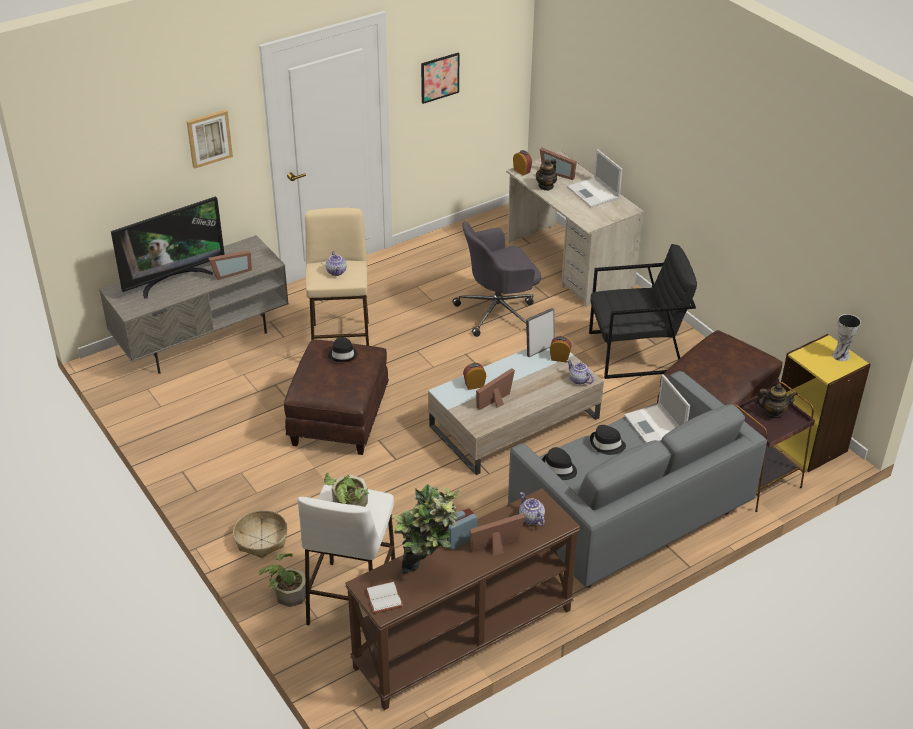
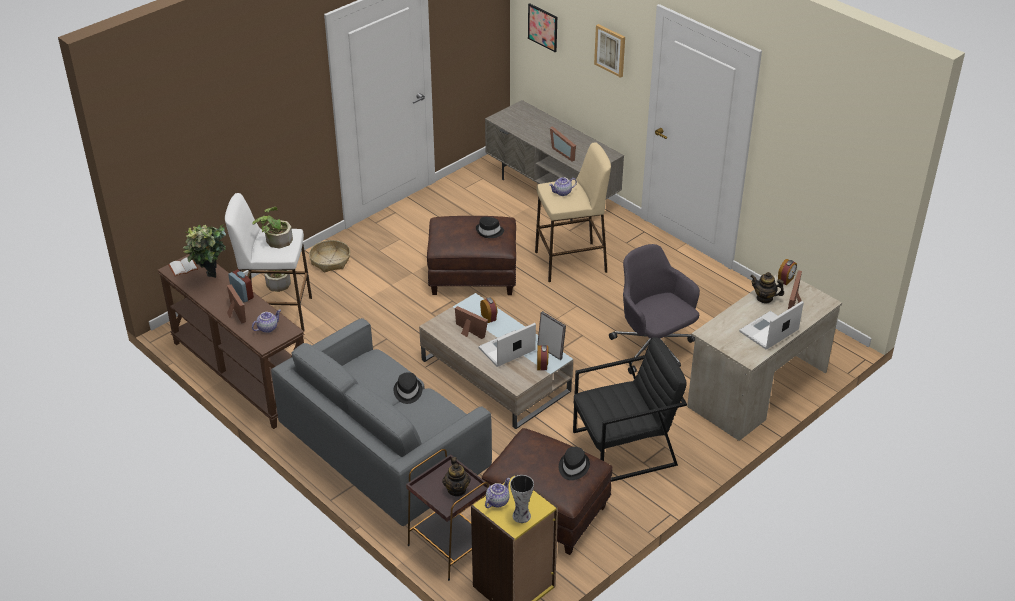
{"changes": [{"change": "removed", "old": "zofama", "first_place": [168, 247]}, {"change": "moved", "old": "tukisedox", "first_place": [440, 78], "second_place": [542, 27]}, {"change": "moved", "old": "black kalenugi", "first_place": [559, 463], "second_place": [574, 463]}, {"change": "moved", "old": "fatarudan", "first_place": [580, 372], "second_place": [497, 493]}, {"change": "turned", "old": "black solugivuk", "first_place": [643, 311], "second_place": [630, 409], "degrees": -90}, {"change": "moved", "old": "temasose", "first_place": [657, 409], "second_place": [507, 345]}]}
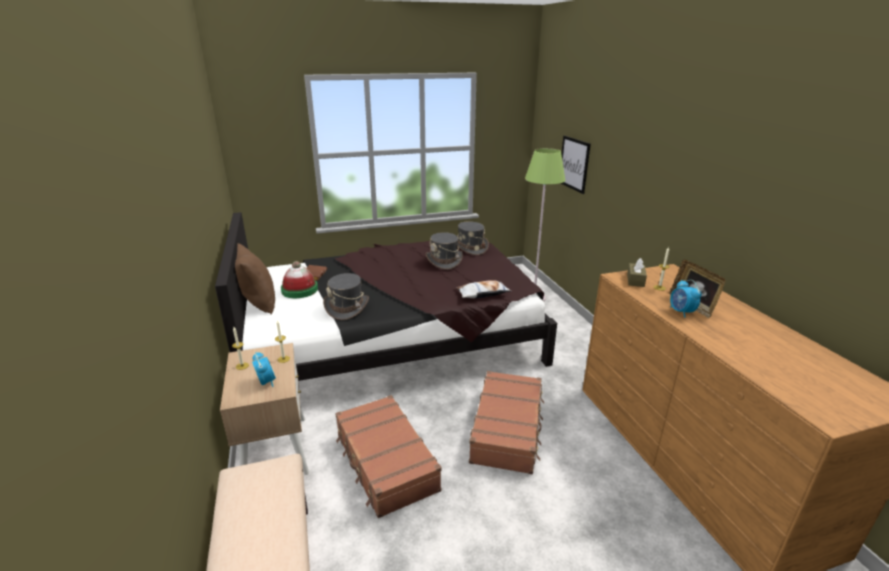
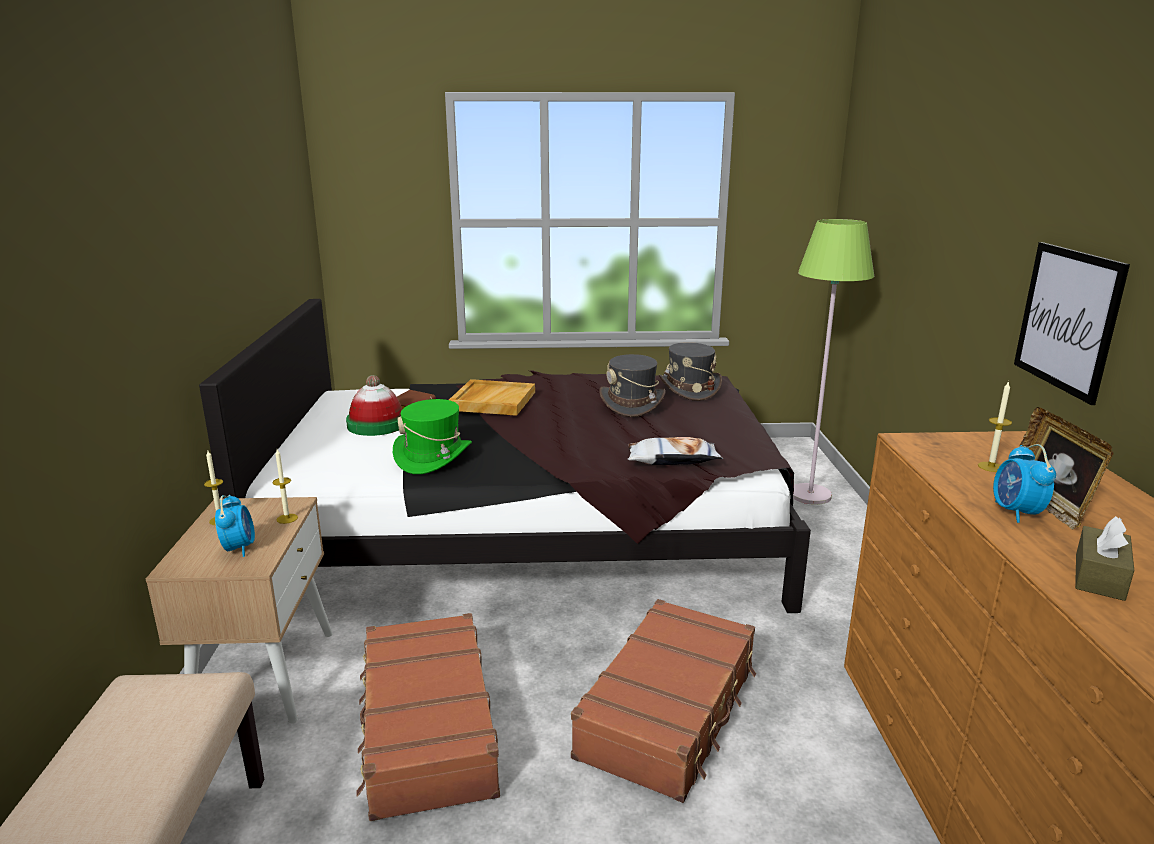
{"changes": [{"change": "removed", "old": "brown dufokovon", "first_place": [255, 278]}, {"change": "recoloured", "old": "grey kalenugi", "new": "green kalenugi", "first_place": [346, 296], "second_place": [432, 436]}, {"change": "moved", "old": "tukisedox", "first_place": [576, 165], "second_place": [1072, 323]}, {"change": "moved", "old": "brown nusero", "first_place": [637, 272], "second_place": [1104, 558]}, {"change": "added", "new": "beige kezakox", "second_place": [492, 397]}]}
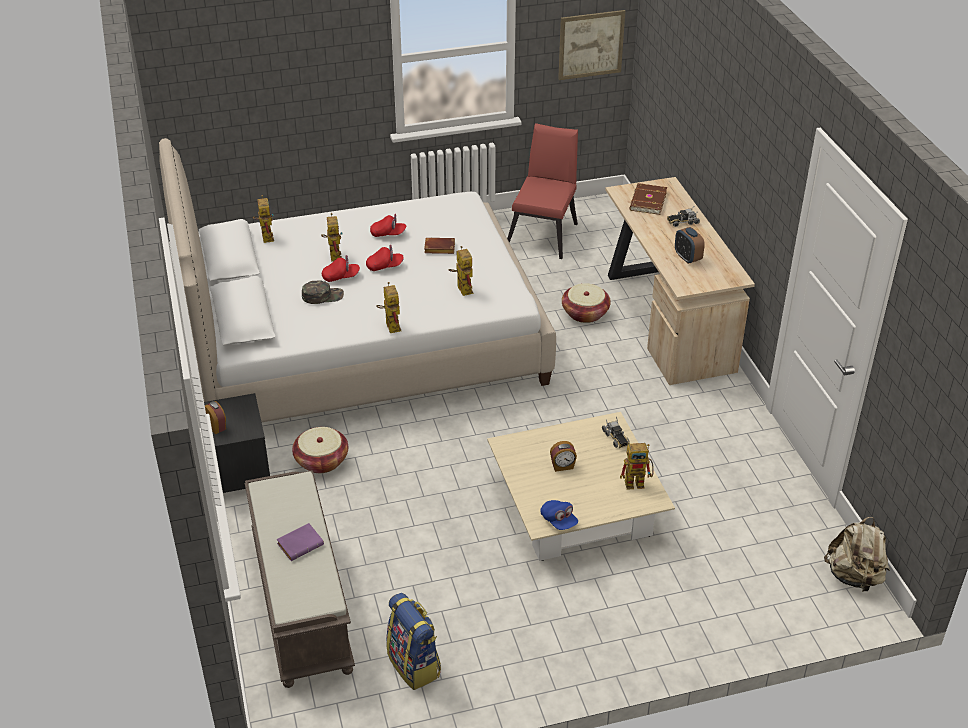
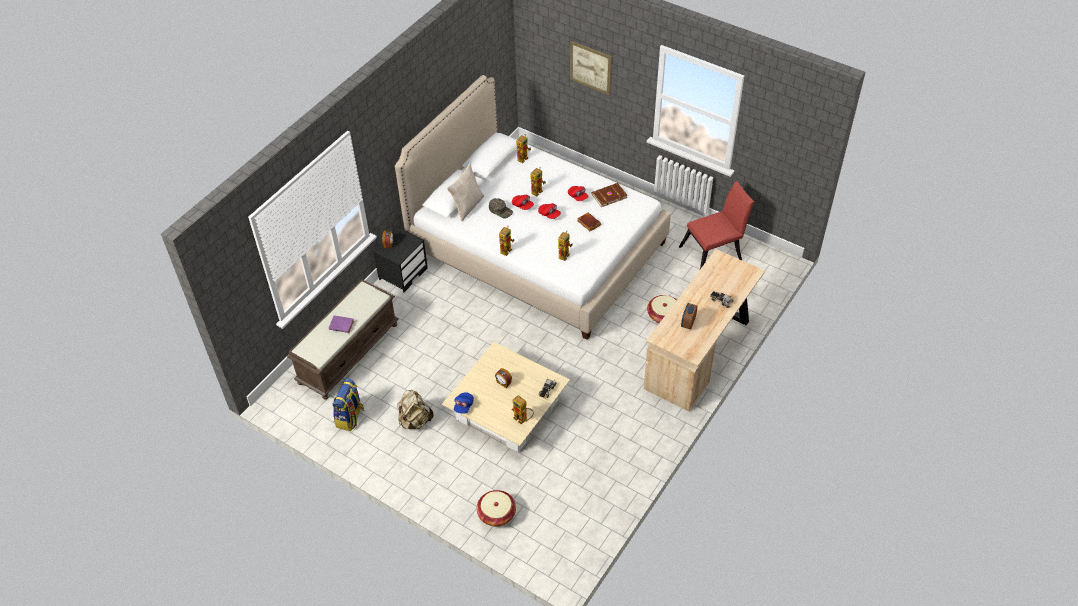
{"changes": [{"change": "moved", "old": "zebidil", "first_place": [320, 450], "second_place": [496, 508]}, {"change": "moved", "old": "tukisedox", "first_place": [591, 45], "second_place": [591, 68]}, {"change": "moved", "old": "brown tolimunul", "first_place": [648, 199], "second_place": [609, 195]}, {"change": "moved", "old": "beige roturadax", "first_place": [857, 554], "second_place": [415, 409]}, {"change": "added", "new": "beige dufokovon", "second_place": [465, 192]}]}
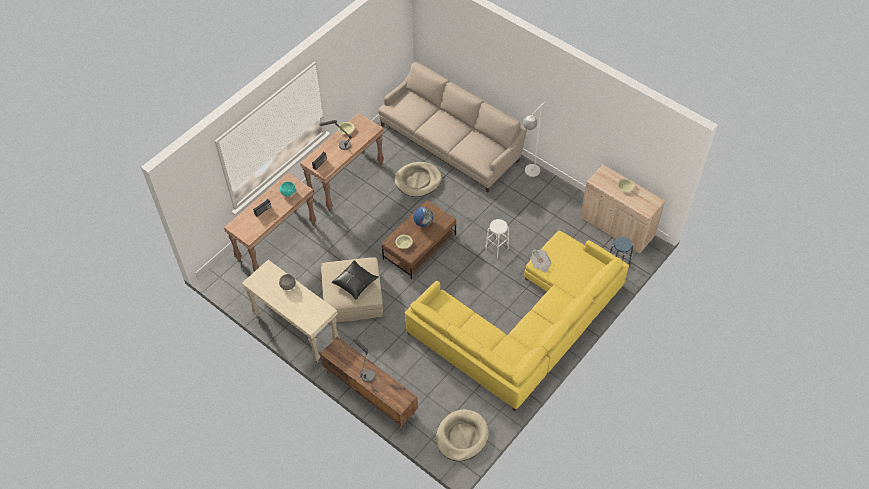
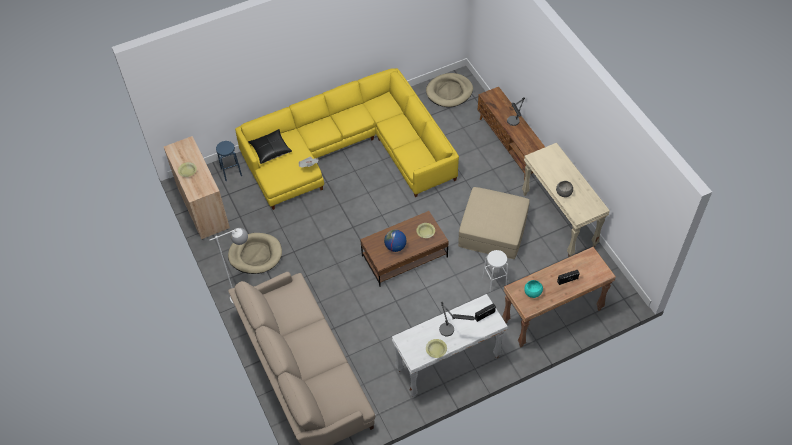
{"changes": [{"change": "recoloured", "old": "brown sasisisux", "new": "white sasisisux", "first_place": [342, 162], "second_place": [450, 346]}, {"change": "moved", "old": "black dufokovon", "first_place": [355, 280], "second_place": [270, 146]}, {"change": "moved", "old": "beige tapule", "first_place": [418, 179], "second_place": [255, 253]}, {"change": "moved", "old": "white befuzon", "first_place": [497, 238], "second_place": [495, 271]}]}
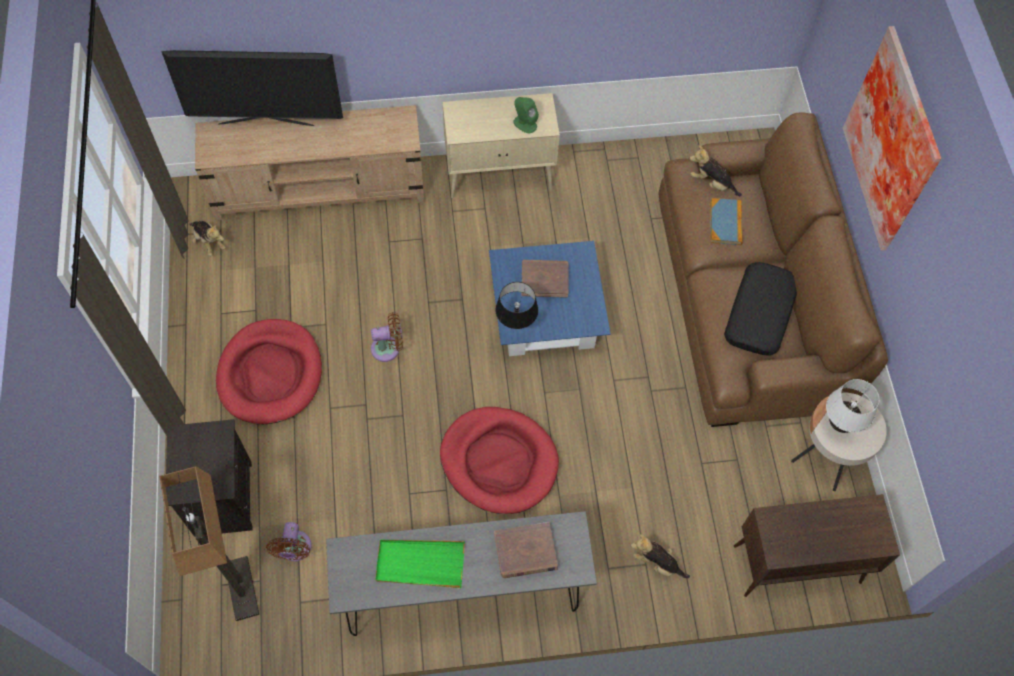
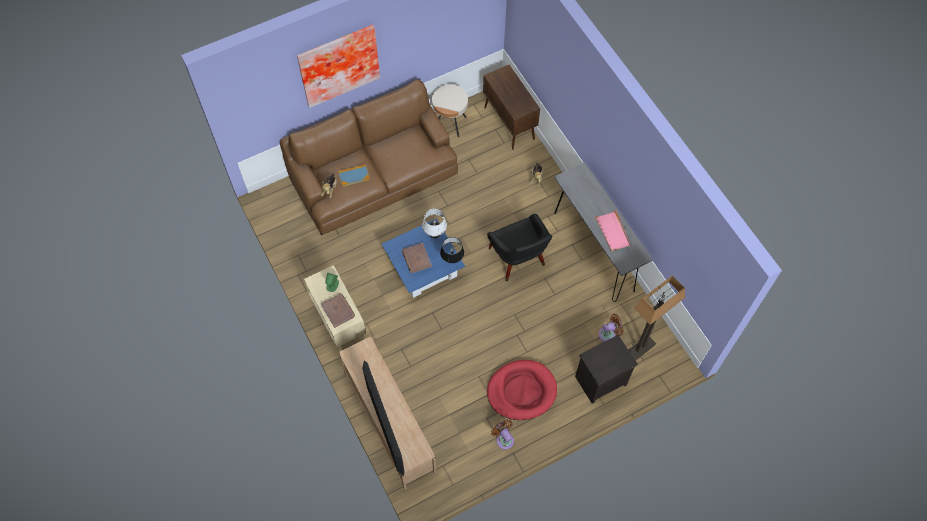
{"changes": [{"change": "removed", "old": "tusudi", "first_place": [207, 238]}, {"change": "moved", "old": "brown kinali", "first_place": [387, 337], "second_place": [502, 434]}, {"change": "recoloured", "old": "green kezakox", "new": "pink kezakox", "first_place": [420, 564], "second_place": [612, 231]}, {"change": "replaced", "old": "red tapule", "new": "black solugivuk", "first_place": [499, 460], "second_place": [519, 247]}, {"change": "moved", "old": "brown tolimunul", "first_place": [526, 550], "second_place": [338, 310]}, {"change": "removed", "old": "black dufokovon", "first_place": [760, 309]}, {"change": "moved", "old": "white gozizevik", "first_place": [852, 406], "second_place": [434, 223]}]}
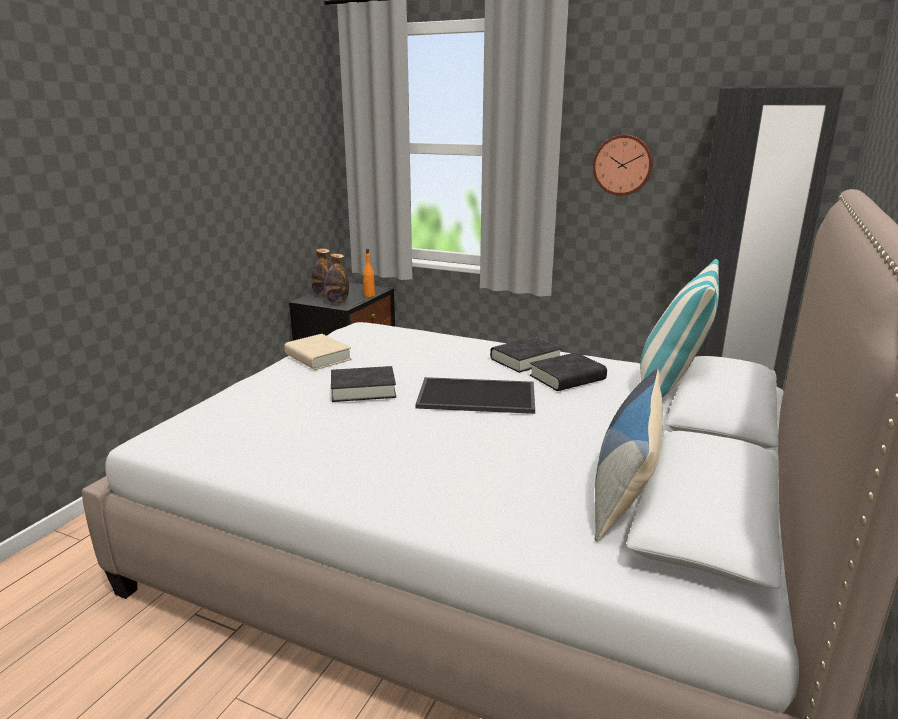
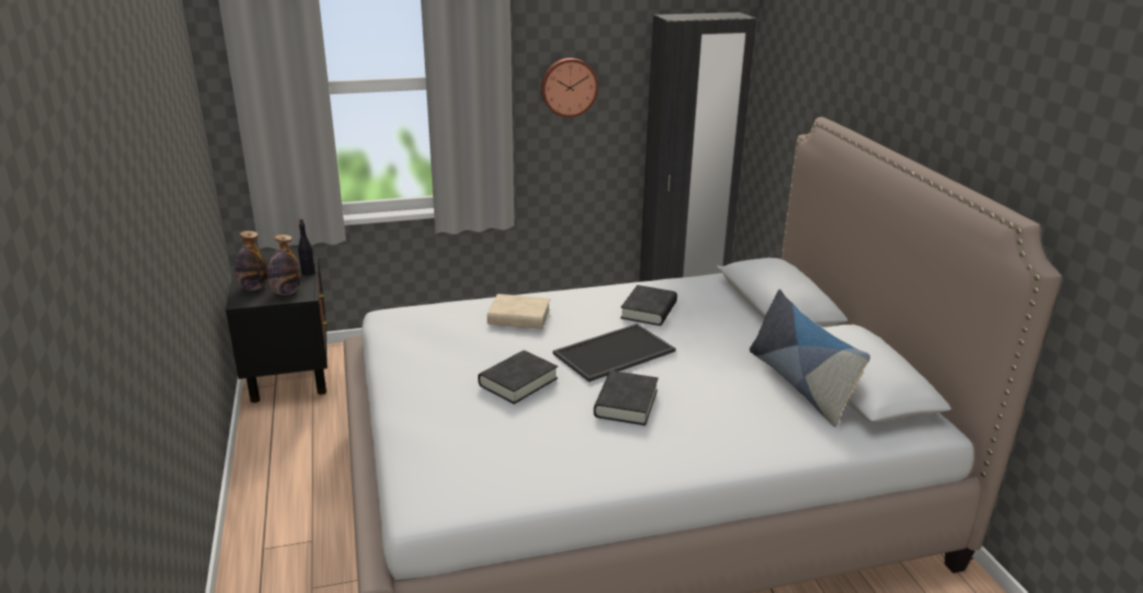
{"changes": [{"change": "moved", "old": "beige tolimunul", "first_place": [318, 352], "second_place": [518, 311]}, {"change": "recoloured", "old": "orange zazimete", "new": "black zazimete", "first_place": [369, 273], "second_place": [306, 247]}, {"change": "moved", "old": "black tolimunul", "first_place": [526, 355], "second_place": [626, 398]}, {"change": "removed", "old": "dufokovon", "first_place": [679, 328]}]}
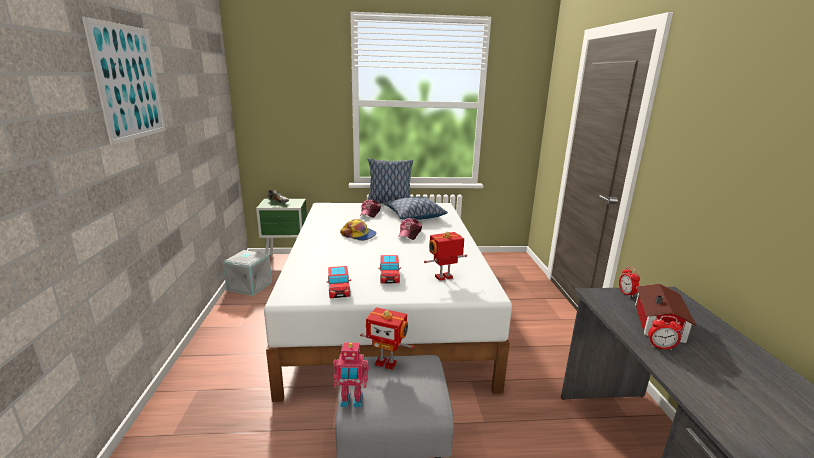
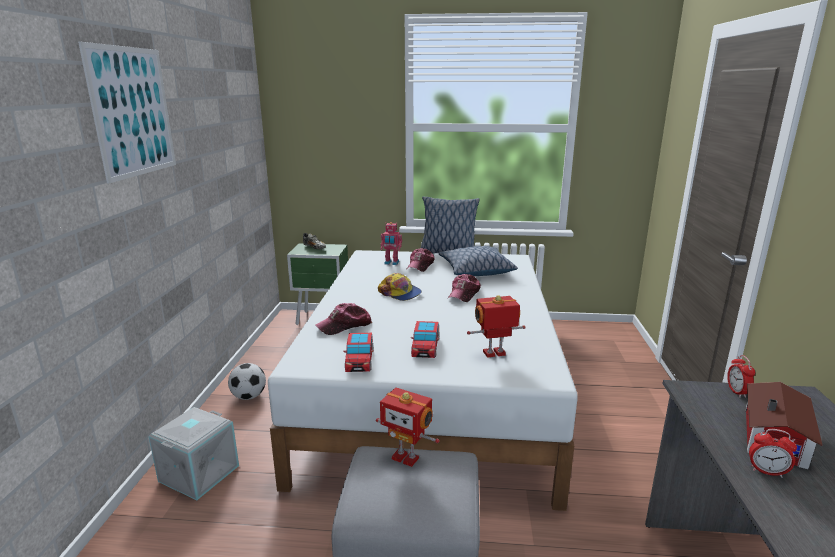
{"changes": [{"change": "moved", "old": "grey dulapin", "first_place": [247, 273], "second_place": [193, 453]}, {"change": "moved", "old": "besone", "first_place": [351, 374], "second_place": [391, 243]}, {"change": "added", "new": "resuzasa", "second_place": [247, 381]}, {"change": "added", "new": "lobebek", "second_place": [343, 319]}]}
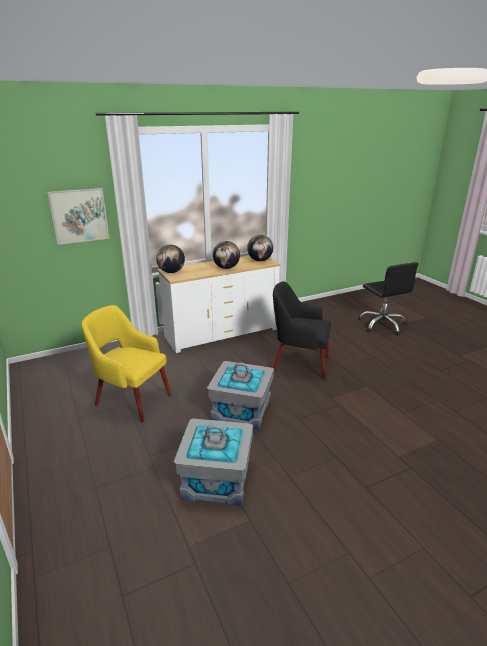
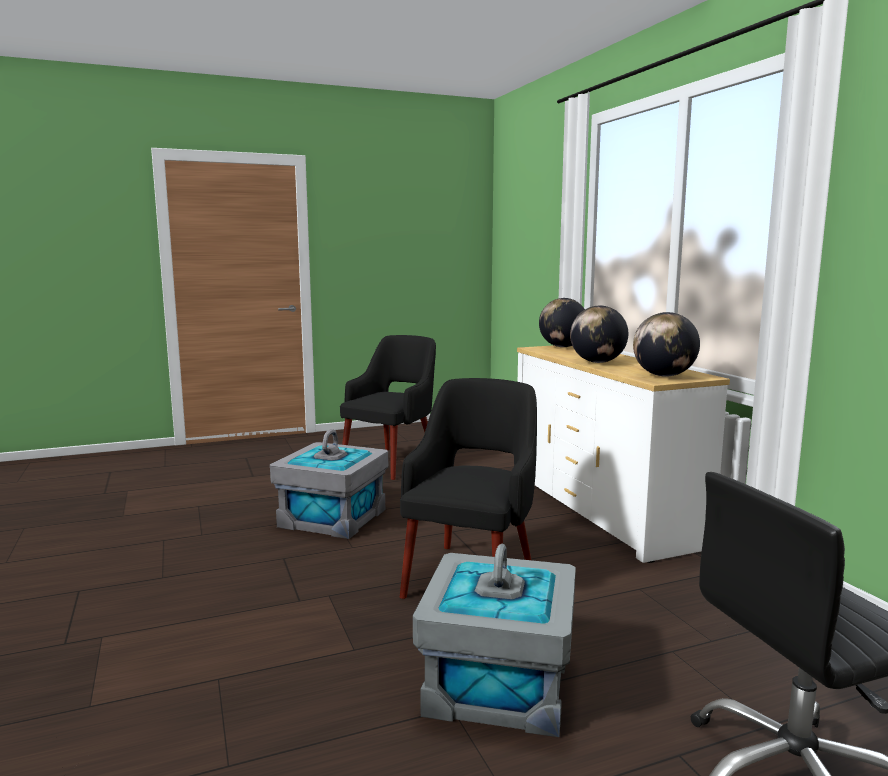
{"changes": [{"change": "removed", "old": "tukisedox", "first_place": [78, 216]}, {"change": "recoloured", "old": "yellow solugivuk", "new": "black solugivuk", "first_place": [126, 363], "second_place": [388, 407]}, {"change": "moved", "old": "grey dulapin", "first_place": [213, 462], "second_place": [494, 640]}]}
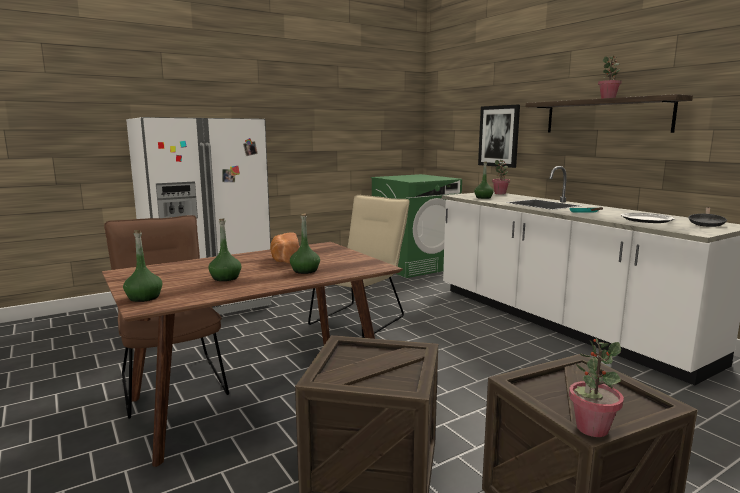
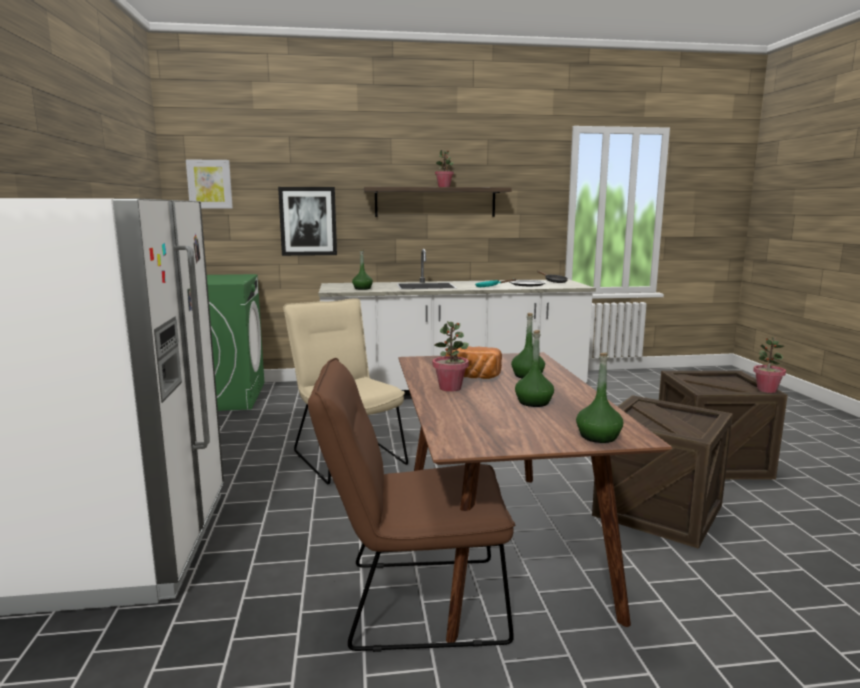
{"changes": [{"change": "moved", "old": "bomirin", "first_place": [501, 177], "second_place": [450, 356]}, {"change": "added", "new": "tukisedox", "second_place": [209, 184]}]}
